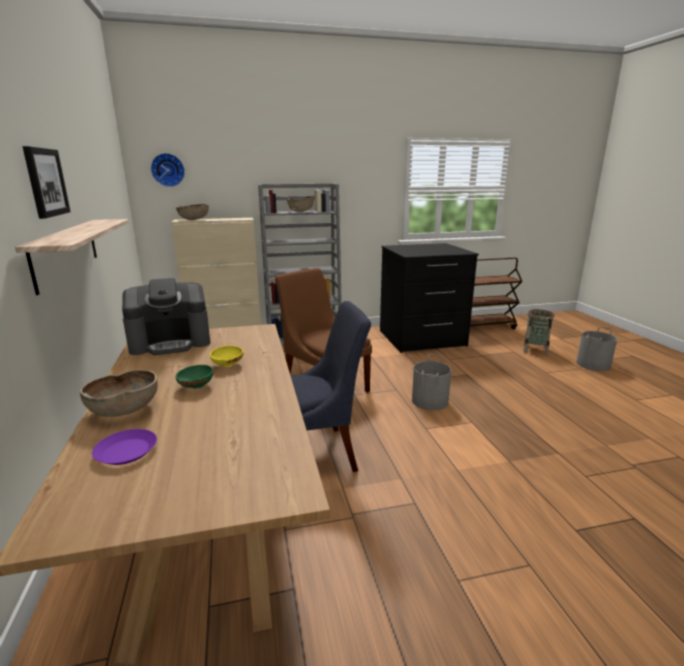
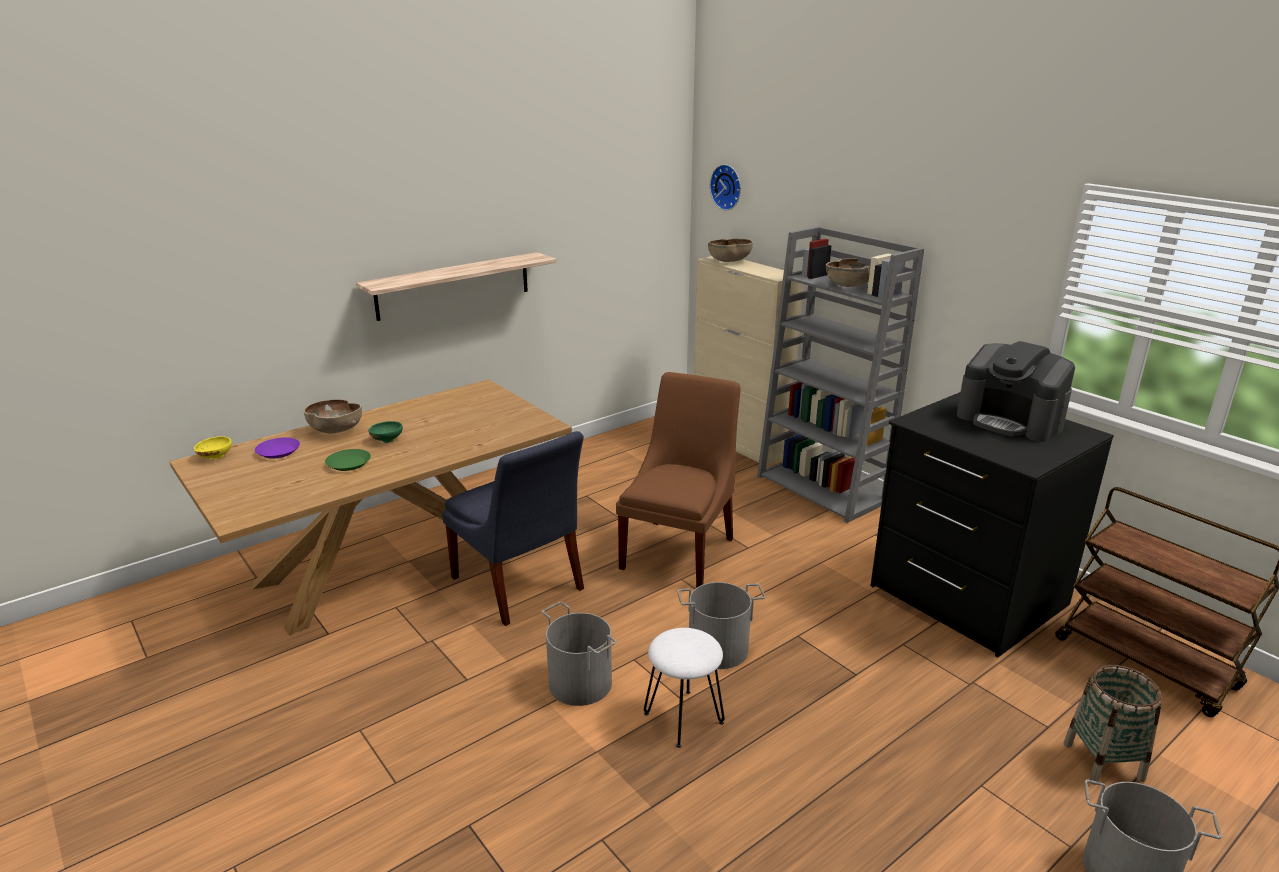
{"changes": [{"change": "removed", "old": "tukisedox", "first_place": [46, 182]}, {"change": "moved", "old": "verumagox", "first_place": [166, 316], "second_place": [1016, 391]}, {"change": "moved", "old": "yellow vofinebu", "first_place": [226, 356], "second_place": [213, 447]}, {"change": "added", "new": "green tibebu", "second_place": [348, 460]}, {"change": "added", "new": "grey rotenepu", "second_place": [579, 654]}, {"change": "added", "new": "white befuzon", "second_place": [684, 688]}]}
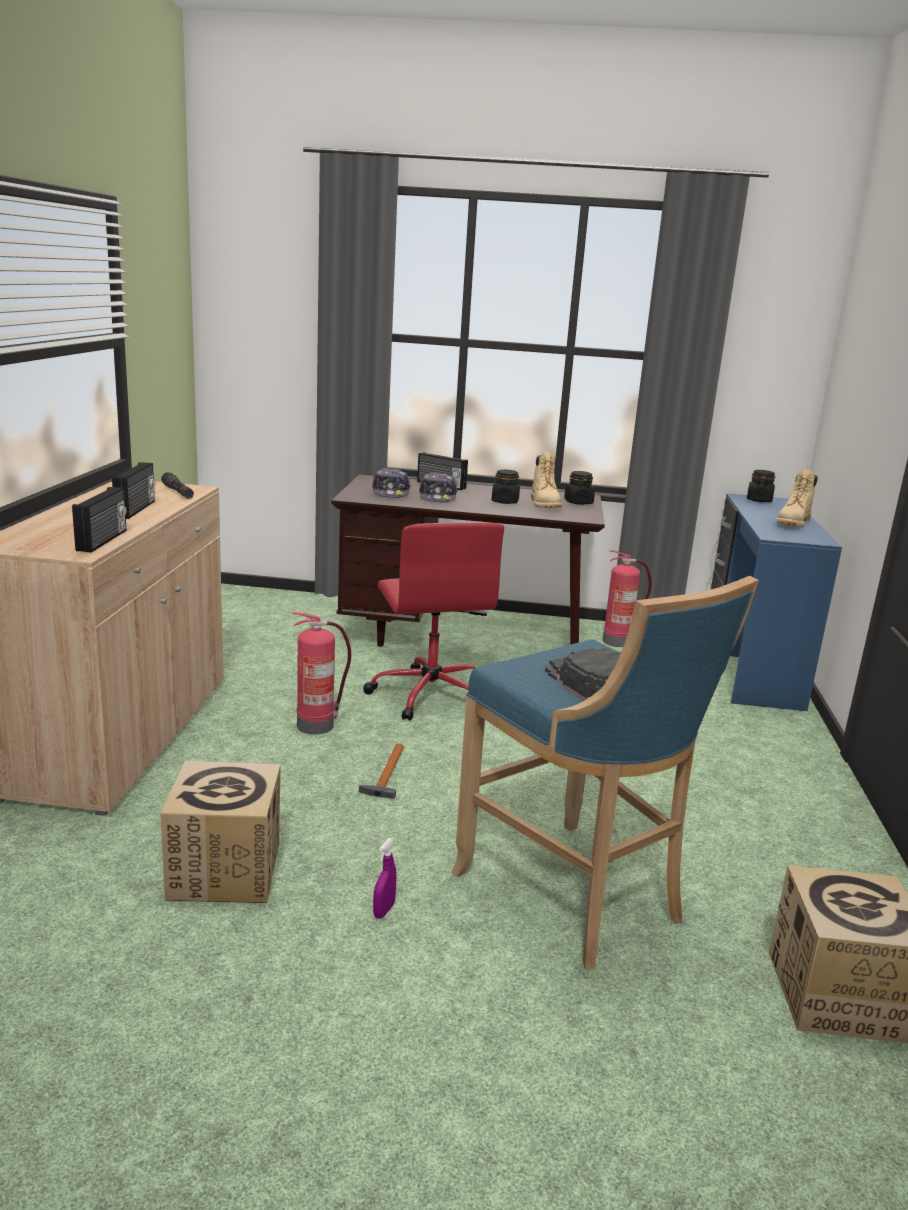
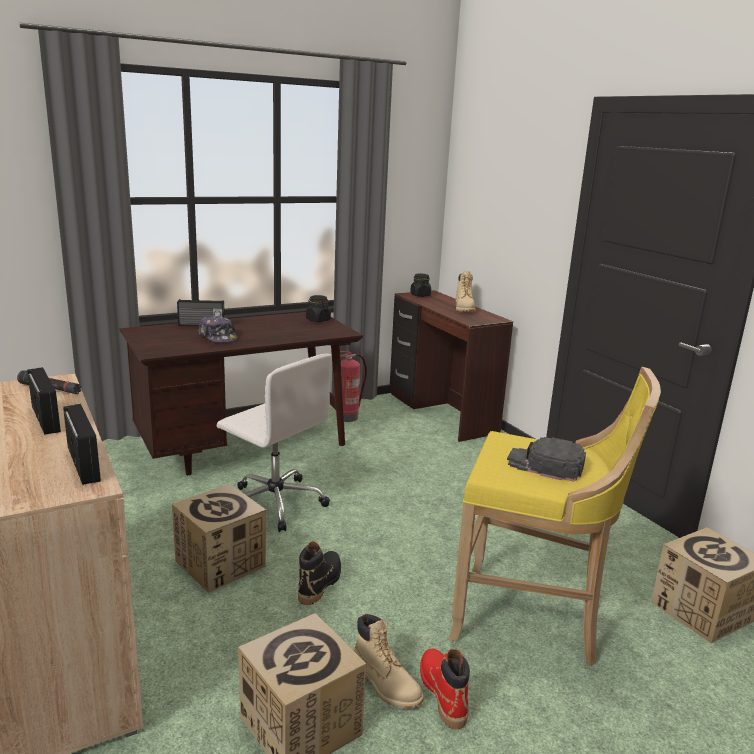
{"changes": [{"change": "replaced", "old": "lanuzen", "new": "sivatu", "first_place": [321, 673], "second_place": [219, 538]}, {"change": "replaced", "old": "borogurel", "new": "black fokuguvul", "first_place": [381, 771], "second_place": [319, 573]}, {"change": "recoloured", "old": "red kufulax", "new": "white kufulax", "first_place": [433, 621], "second_place": [274, 443]}, {"change": "removed", "old": "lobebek", "first_place": [391, 483]}, {"change": "replaced", "old": "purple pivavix", "new": "red fokuguvul", "first_place": [385, 878], "second_place": [445, 688]}, {"change": "recoloured", "old": "blue befuzon", "new": "yellow befuzon", "first_place": [605, 773], "second_place": [554, 516]}, {"change": "removed", "old": "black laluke", "first_place": [506, 487]}, {"change": "moved", "old": "beige fokuguvul", "first_place": [546, 480], "second_place": [389, 661]}, {"change": "recoloured", "old": "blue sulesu", "new": "brown sulesu", "first_place": [776, 602], "second_place": [451, 366]}]}
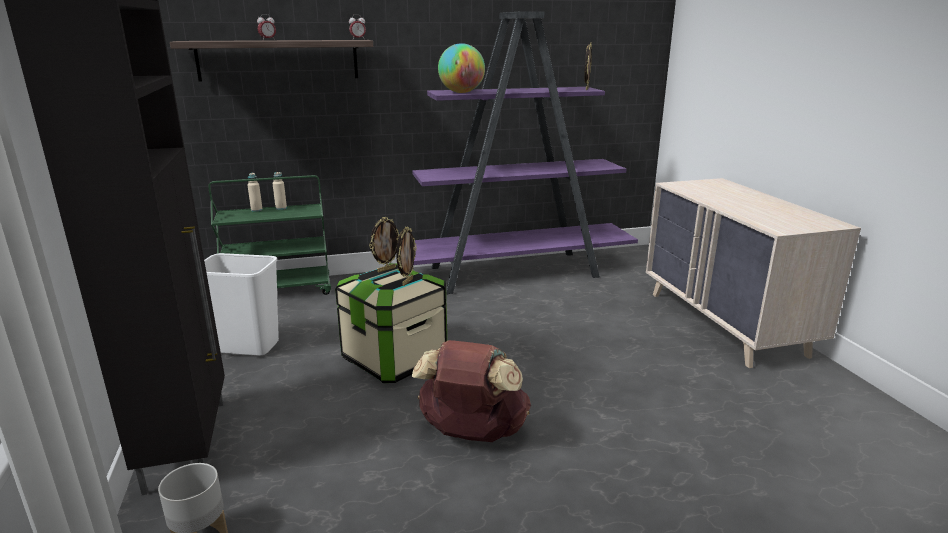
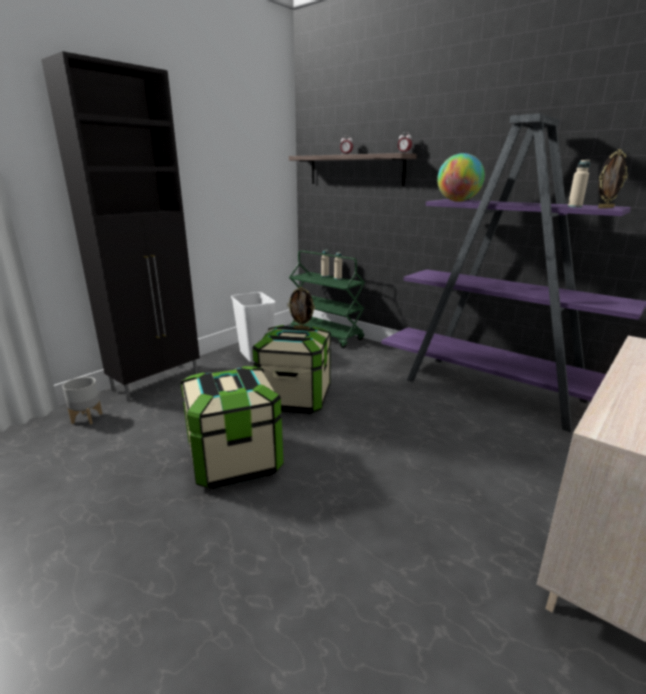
{"changes": [{"change": "removed", "old": "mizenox", "first_place": [406, 256]}, {"change": "replaced", "old": "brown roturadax", "new": "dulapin", "first_place": [471, 391], "second_place": [232, 427]}, {"change": "added", "new": "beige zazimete", "second_place": [579, 184]}]}
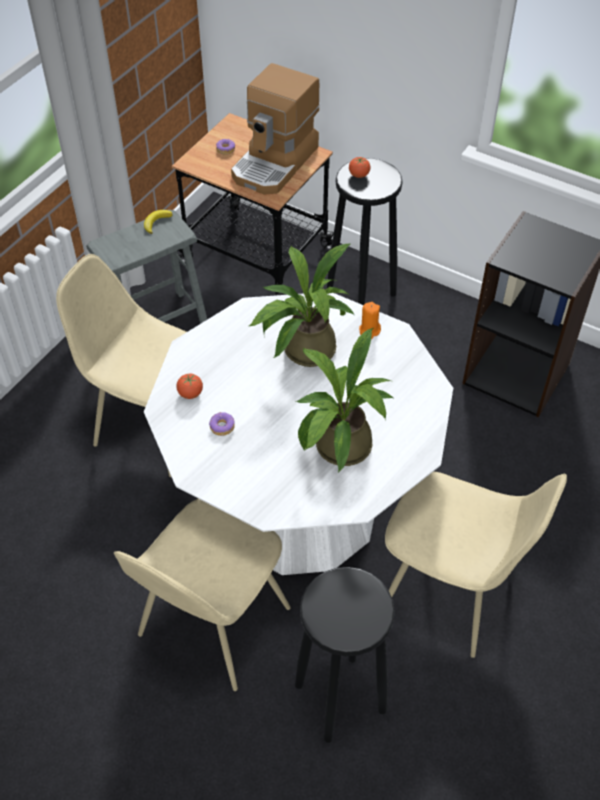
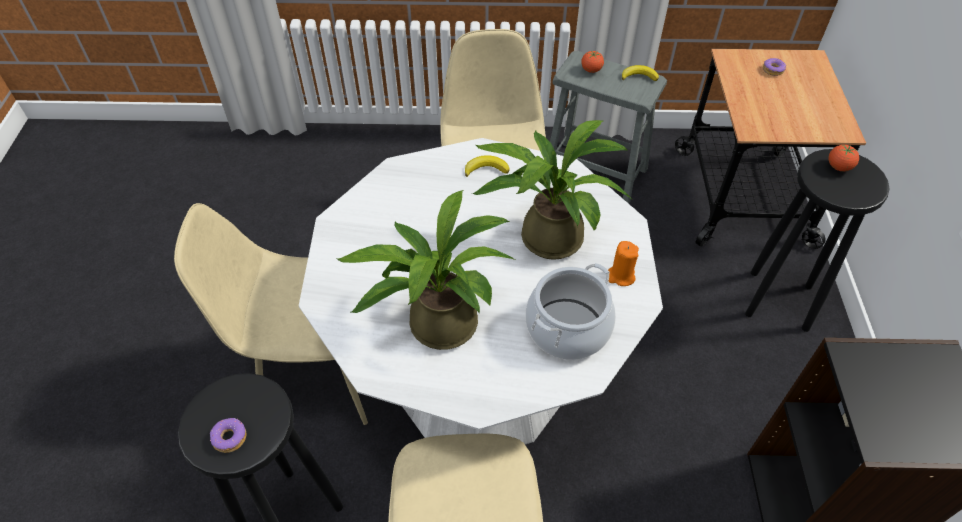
{"changes": [{"change": "moved", "old": "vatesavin", "first_place": [189, 386], "second_place": [592, 62]}, {"change": "moved", "old": "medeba", "first_place": [222, 424], "second_place": [228, 435]}, {"change": "removed", "old": "verumagox", "first_place": [275, 129]}, {"change": "added", "new": "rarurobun", "second_place": [487, 166]}, {"change": "added", "new": "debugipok", "second_place": [570, 311]}]}
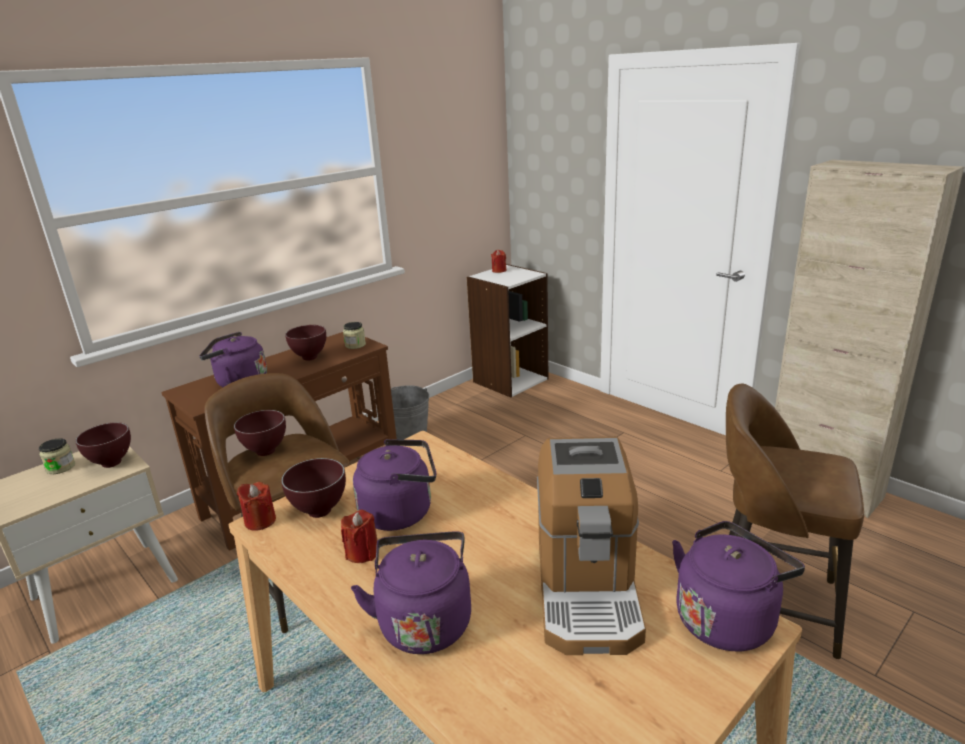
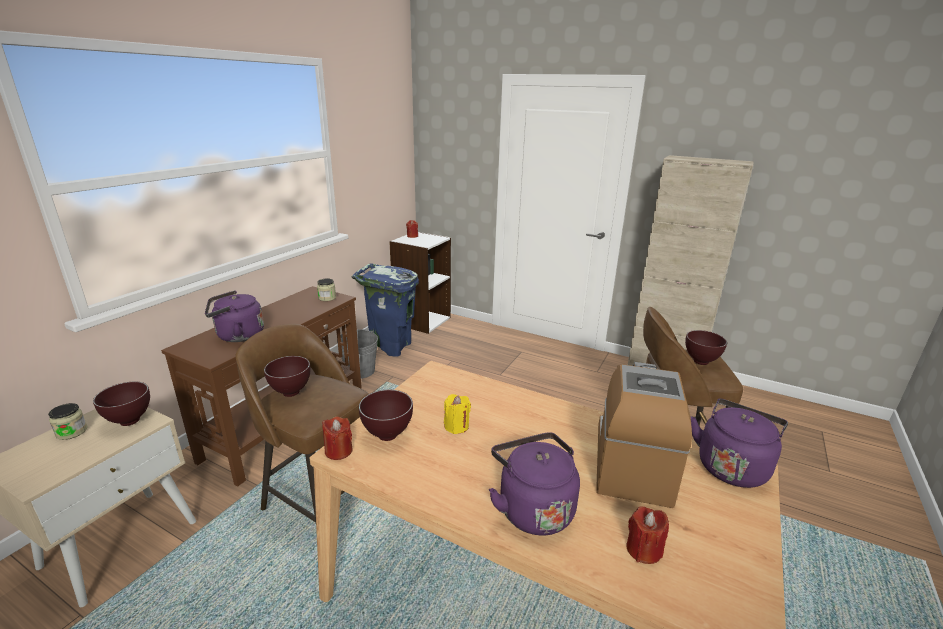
{"changes": [{"change": "moved", "old": "brown vofinebu", "first_place": [305, 343], "second_place": [706, 347]}, {"change": "moved", "old": "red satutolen", "first_place": [359, 536], "second_place": [647, 535]}, {"change": "replaced", "old": "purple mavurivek", "new": "yellow satutolen", "first_place": [394, 485], "second_place": [457, 414]}, {"change": "turned", "old": "verumagox", "first_place": [591, 546], "second_place": [644, 435], "degrees": -150}, {"change": "added", "new": "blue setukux", "second_place": [385, 310]}]}
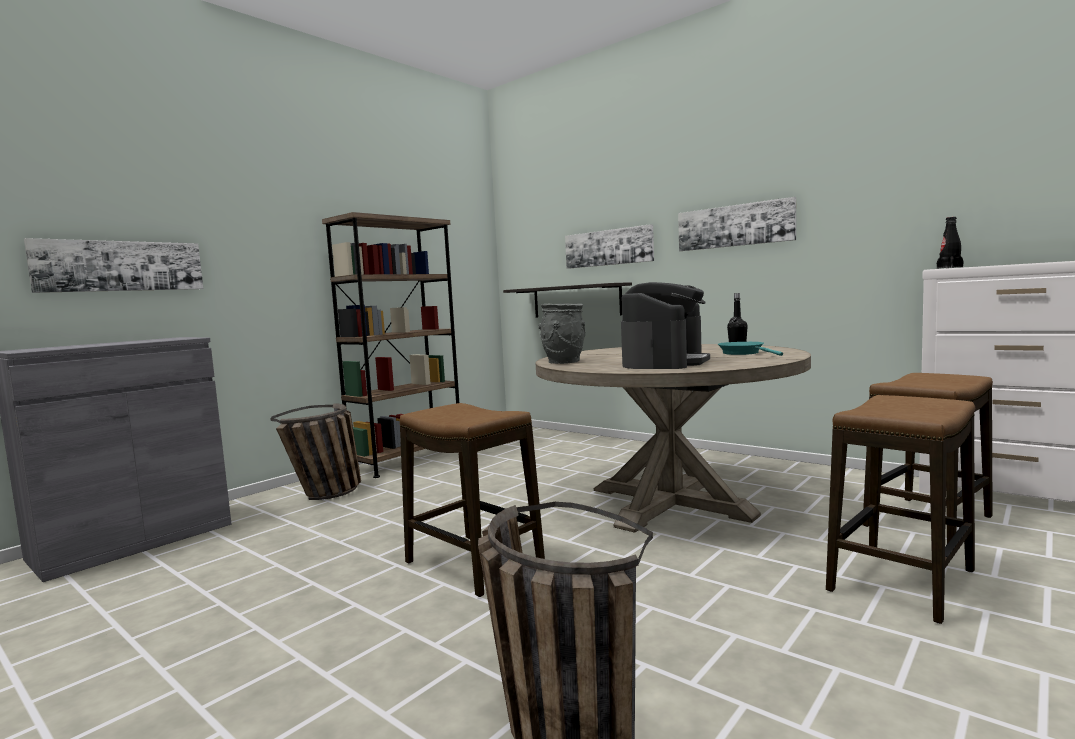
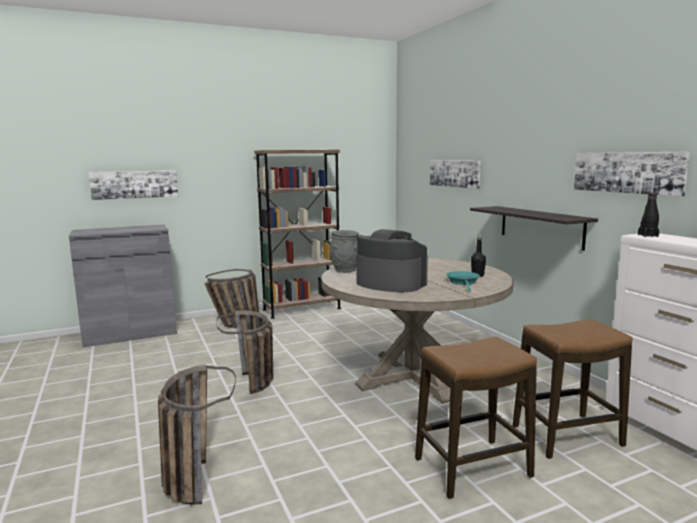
{"changes": [{"change": "replaced", "old": "befuzon", "new": "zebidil", "first_place": [472, 500], "second_place": [245, 352]}, {"change": "moved", "old": "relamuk", "first_place": [567, 299], "second_place": [534, 228]}, {"change": "turned", "old": "verumagox", "first_place": [665, 325], "second_place": [392, 260], "degrees": -105}, {"change": "moved", "old": "tukisedox", "first_place": [737, 224], "second_place": [632, 174]}]}
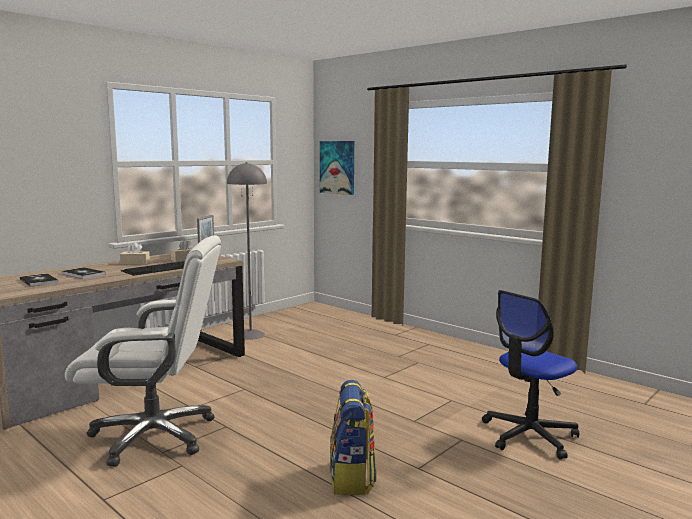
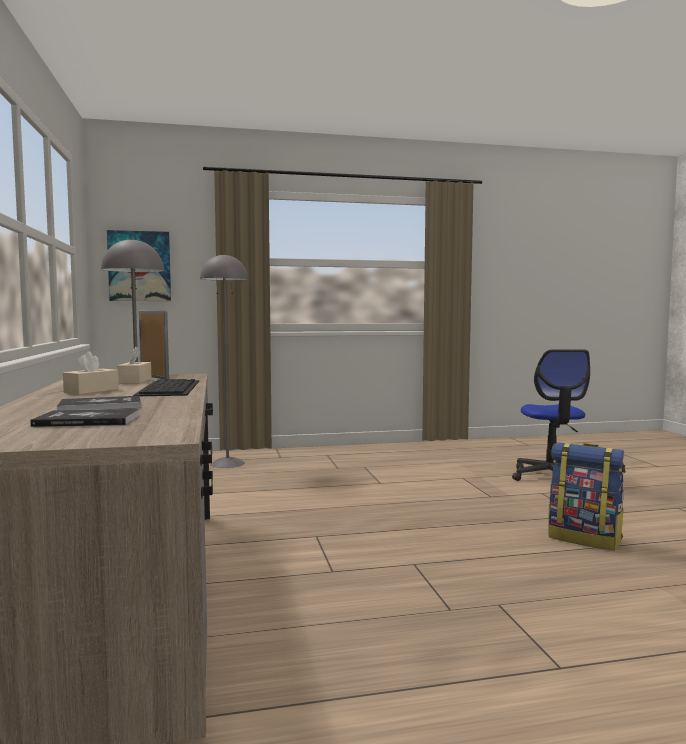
{"changes": [{"change": "removed", "old": "white kufulax", "first_place": [143, 351]}, {"change": "added", "new": "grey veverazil", "second_place": [224, 361]}]}
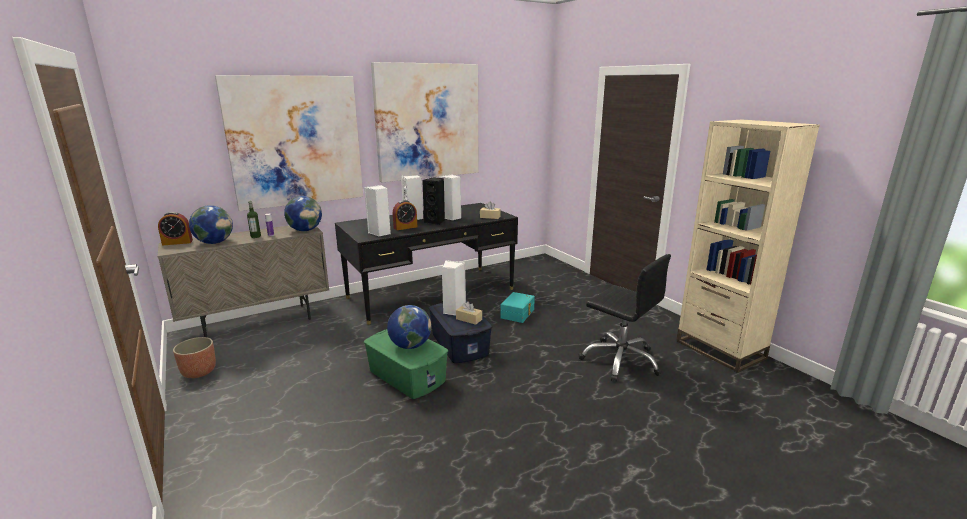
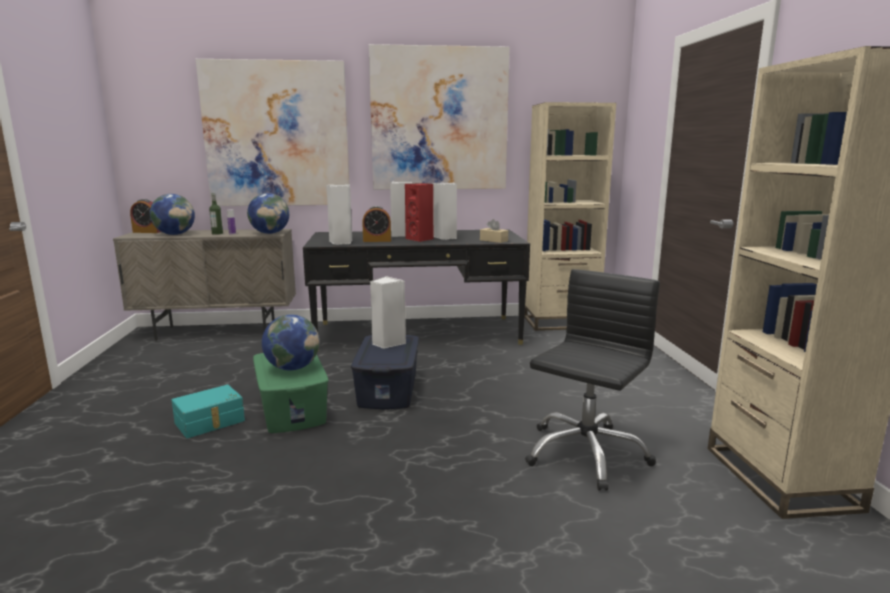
{"changes": [{"change": "removed", "old": "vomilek", "first_place": [194, 357]}, {"change": "recoloured", "old": "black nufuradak", "new": "red nufuradak", "first_place": [433, 201], "second_place": [419, 212]}, {"change": "removed", "old": "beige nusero", "first_place": [469, 313]}, {"change": "moved", "old": "turquoise dulapin", "first_place": [517, 307], "second_place": [208, 411]}, {"change": "turned", "old": "black kufulax", "first_place": [625, 318], "second_place": [592, 380], "degrees": -120}, {"change": "added", "new": "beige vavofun", "second_place": [570, 216]}]}
